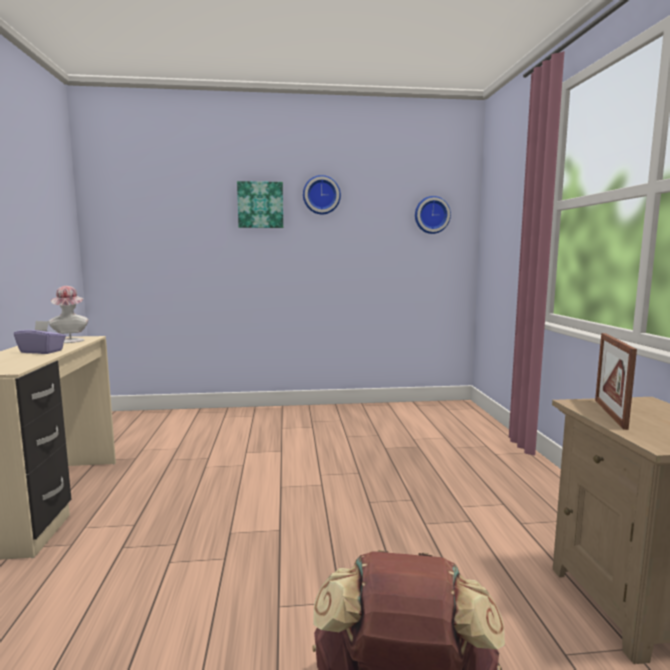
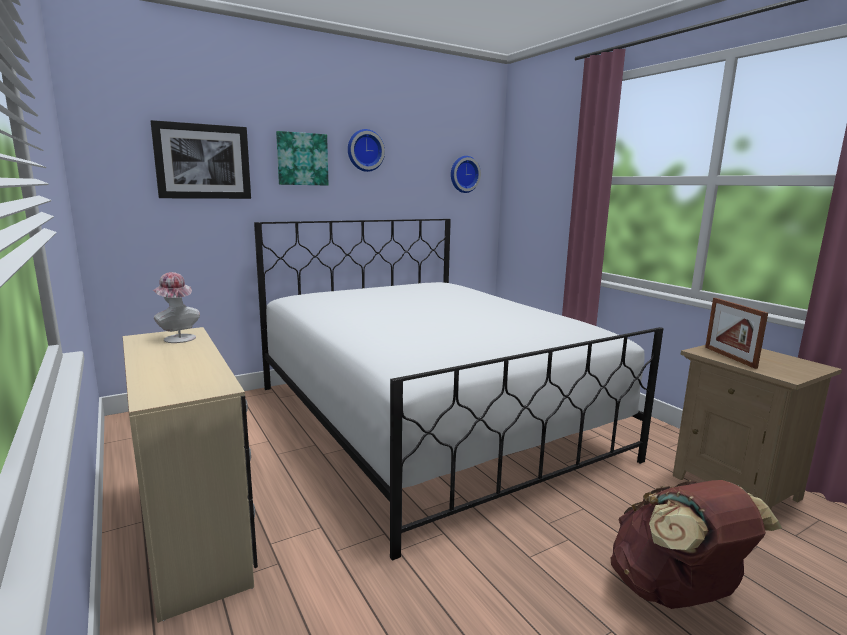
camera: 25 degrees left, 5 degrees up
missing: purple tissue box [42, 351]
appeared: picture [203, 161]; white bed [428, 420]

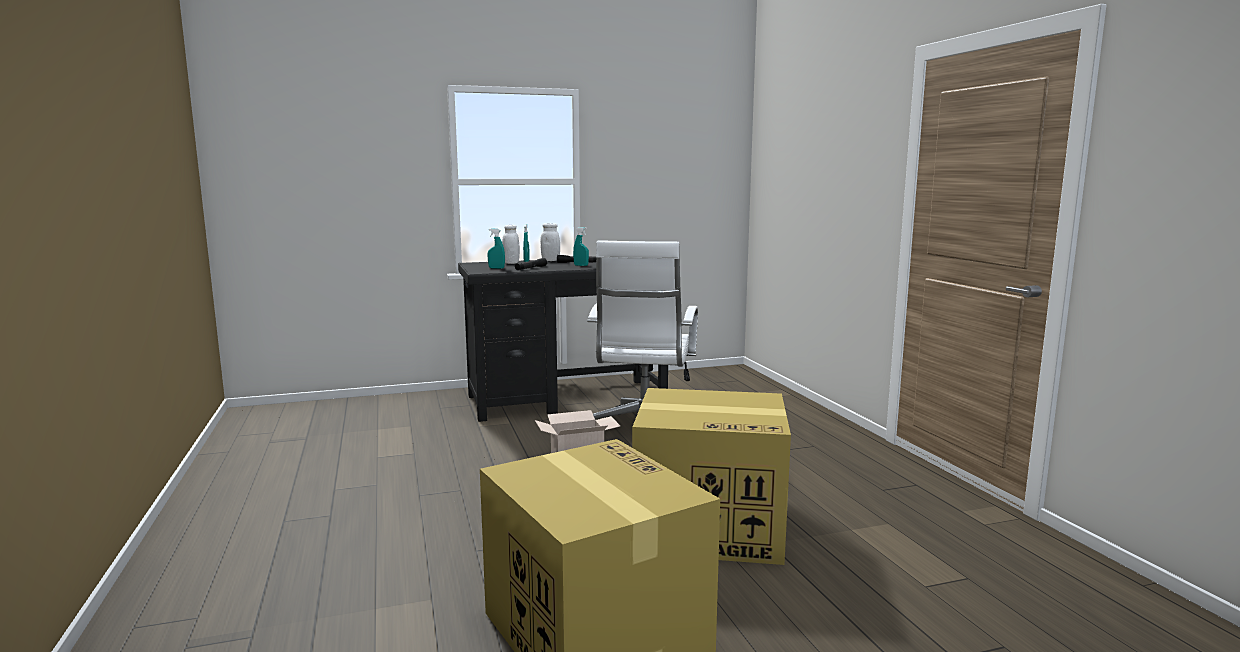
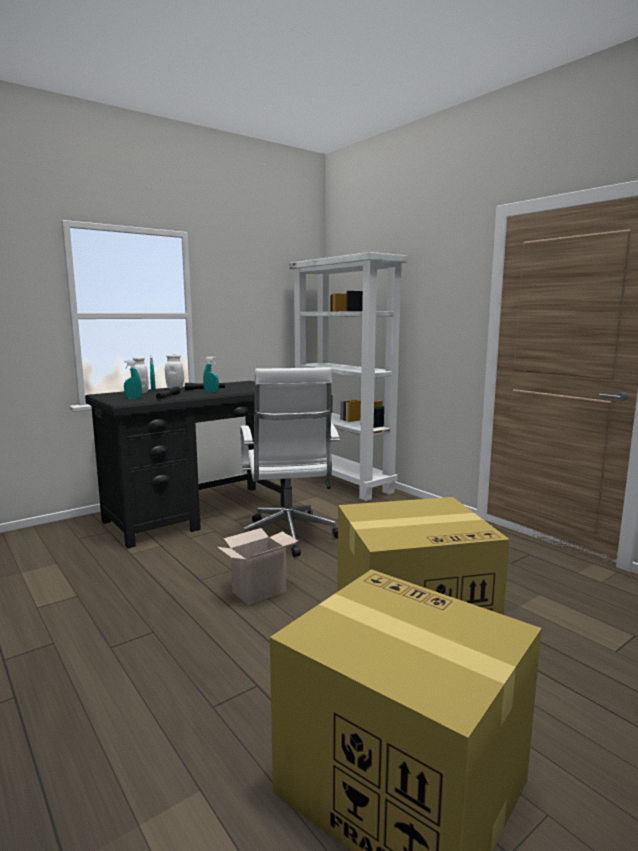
camera: 20 degrees left, 0 degrees up
appeared: white bookcase [343, 482]

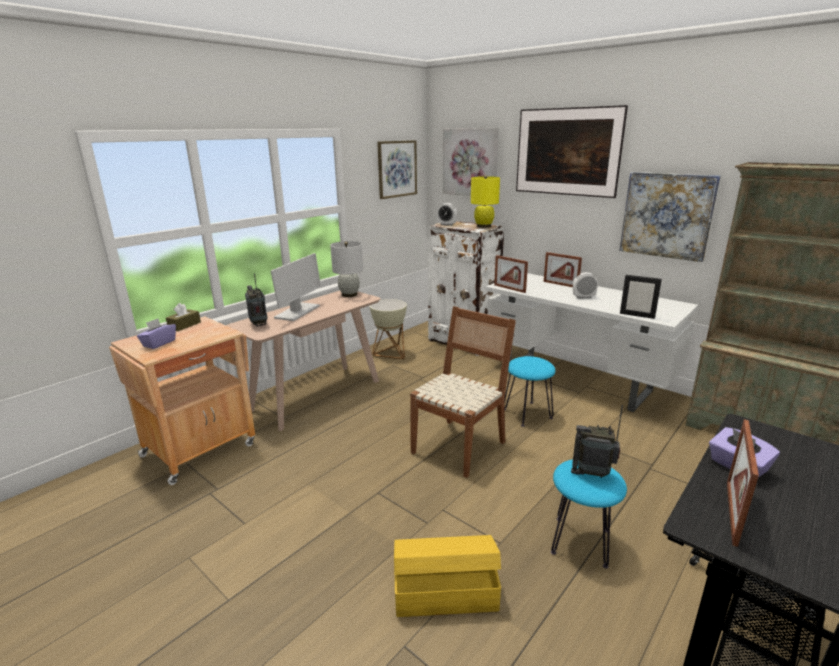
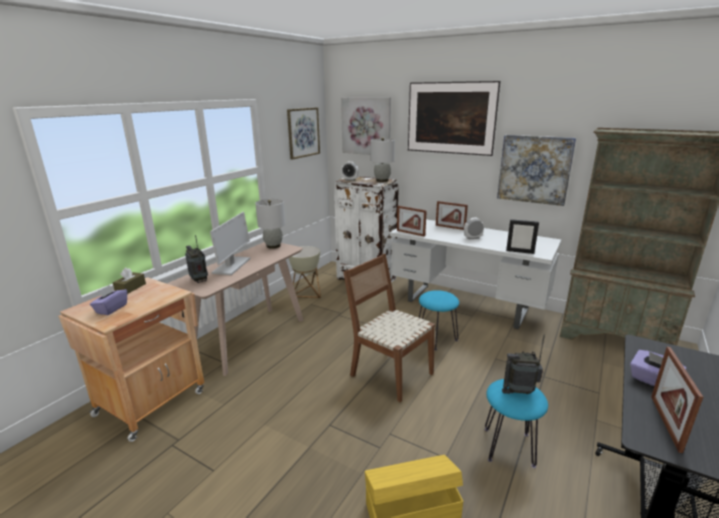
camera: 10 degrees left, 0 degrees up
colour: yellow table lamp [483, 226] to white table lamp [382, 180]
spun: chair [460, 445] = [389, 372] 75 degrees counterclockwise

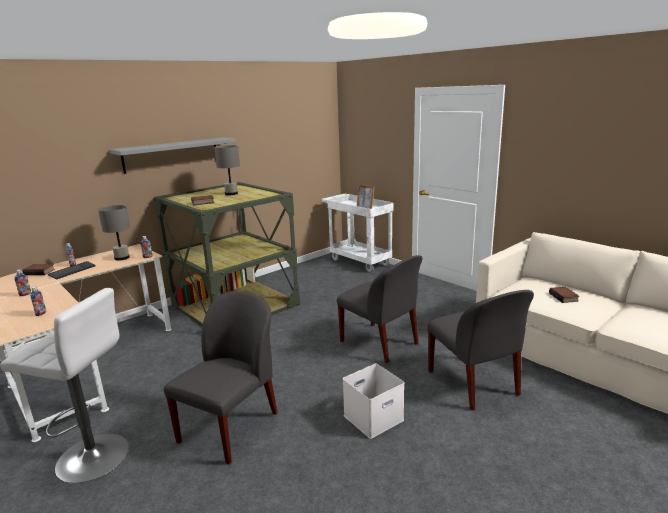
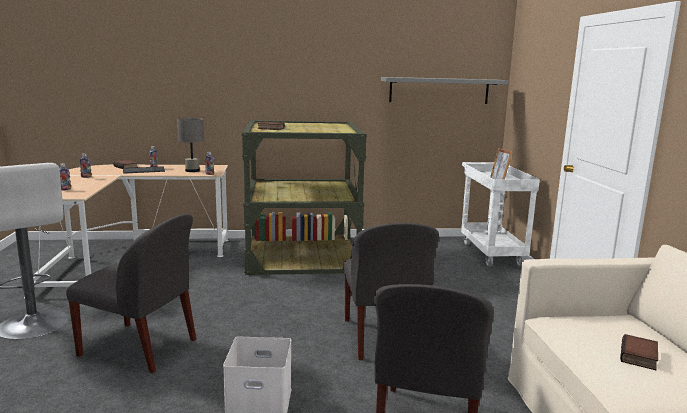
camera: 35 degrees right, 5 degrees down
missing: grey table lamp [231, 194]
relocated: grey shelf [171, 155] to [439, 90]
spun: grey chair [231, 426] = [141, 348] 45 degrees clockwise

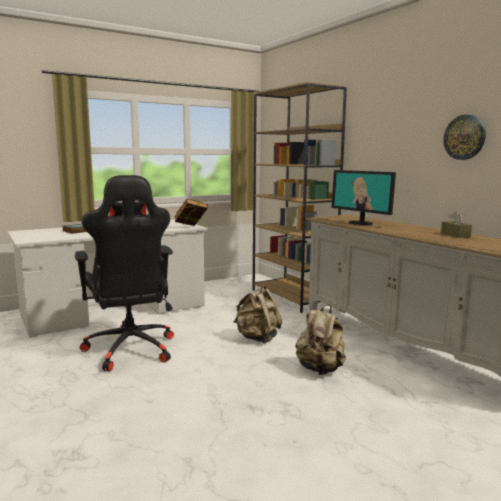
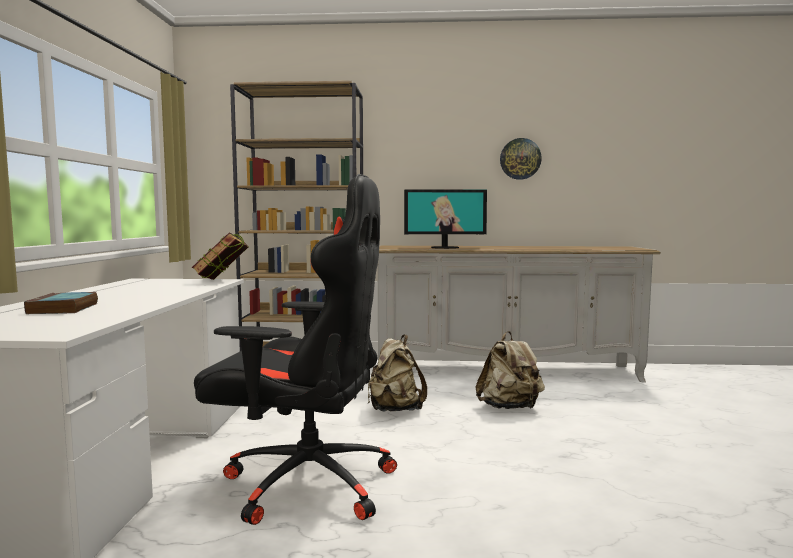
camera: 55 degrees left, 5 degrees down
missing: brown tissue box [455, 235]

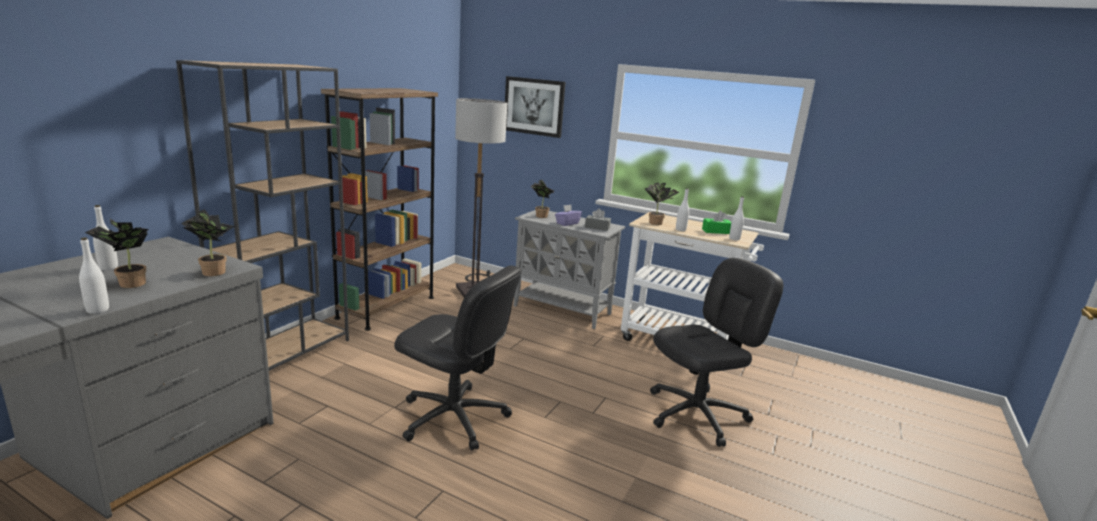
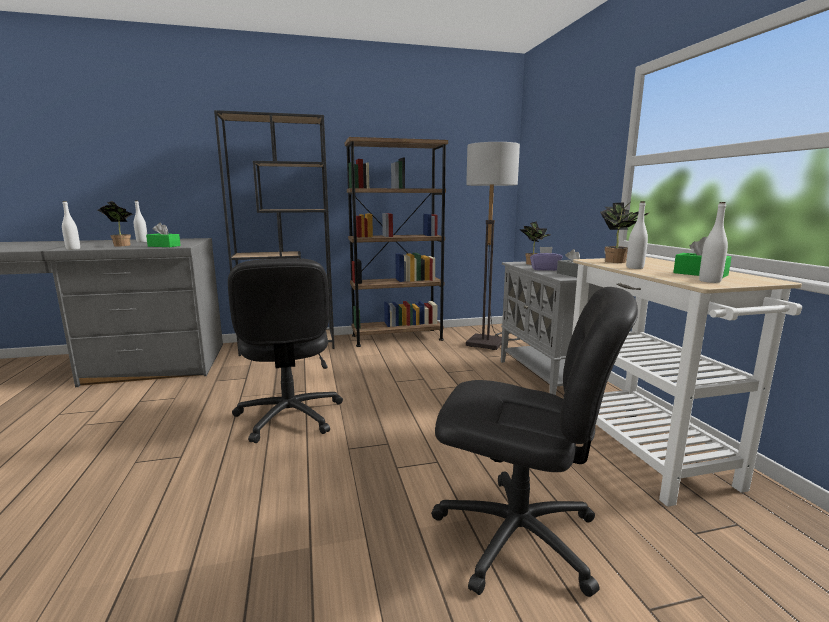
camera: 50 degrees right, 5 degrees down
missing: picture [534, 106]
exchanged: potted plant [212, 271] to green tissue box [164, 246]

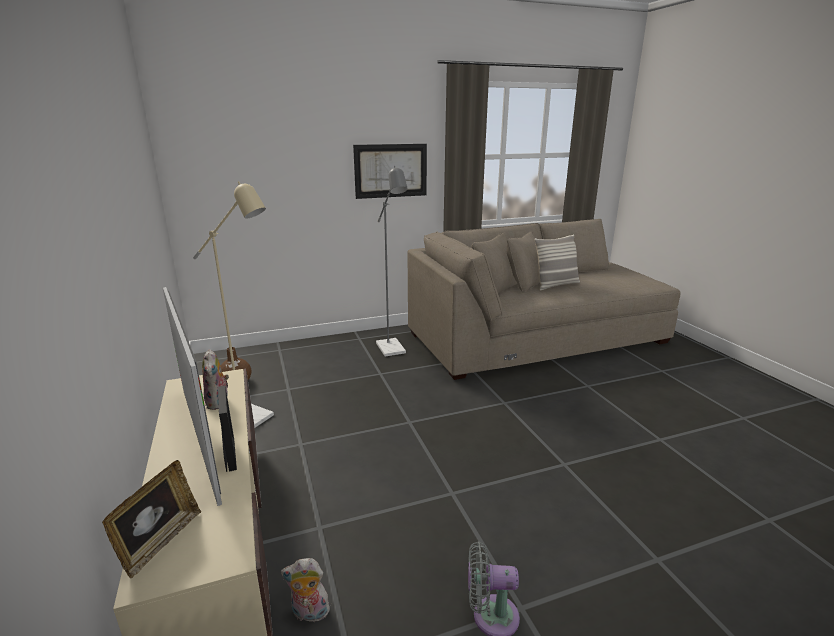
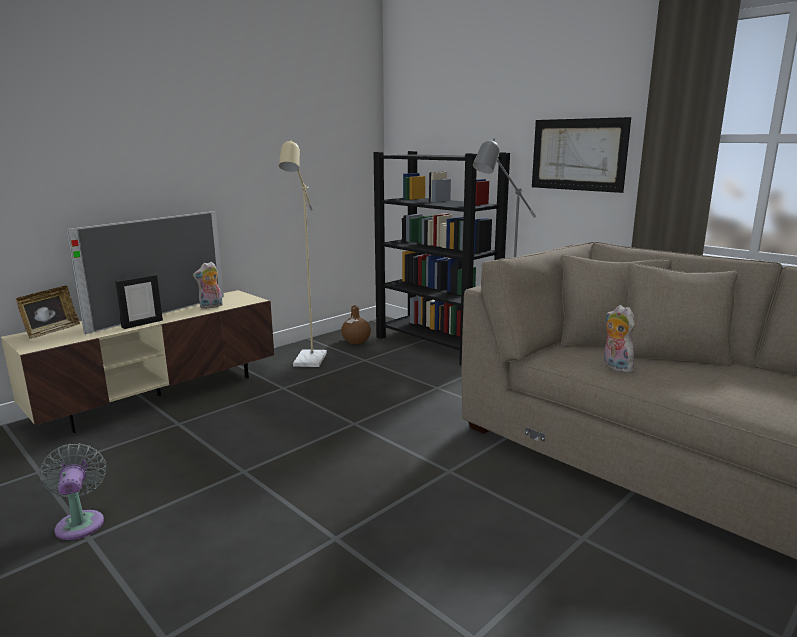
camera: 65 degrees right, 5 degrees down
missing: pillow [555, 285]
appeared: black bookcase [436, 344]
relocated: plush toy [309, 613] to [615, 367]
spun: picture frame [160, 541] = [51, 331] 60 degrees counterclockwise

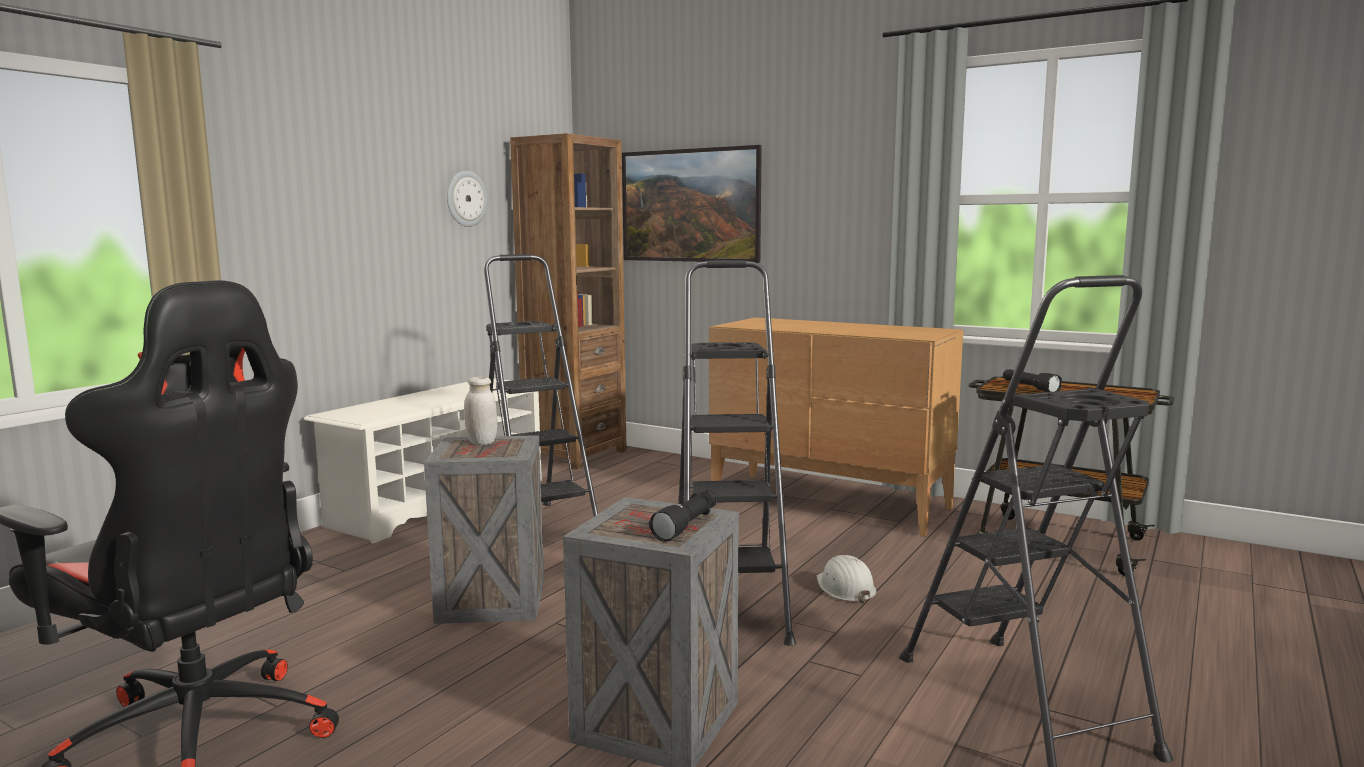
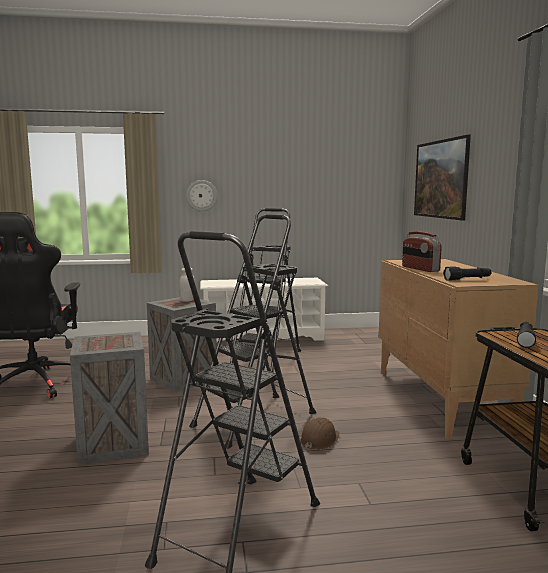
camera: 50 degrees right, 0 degrees up
missing: brown bookcase [575, 455]
appeared: radio [420, 269]
relocated: wall clock [466, 199] to [201, 195]; black flashlight [688, 525] to [467, 279]
colour: white hard hat [845, 588] to brown hard hat [319, 440]

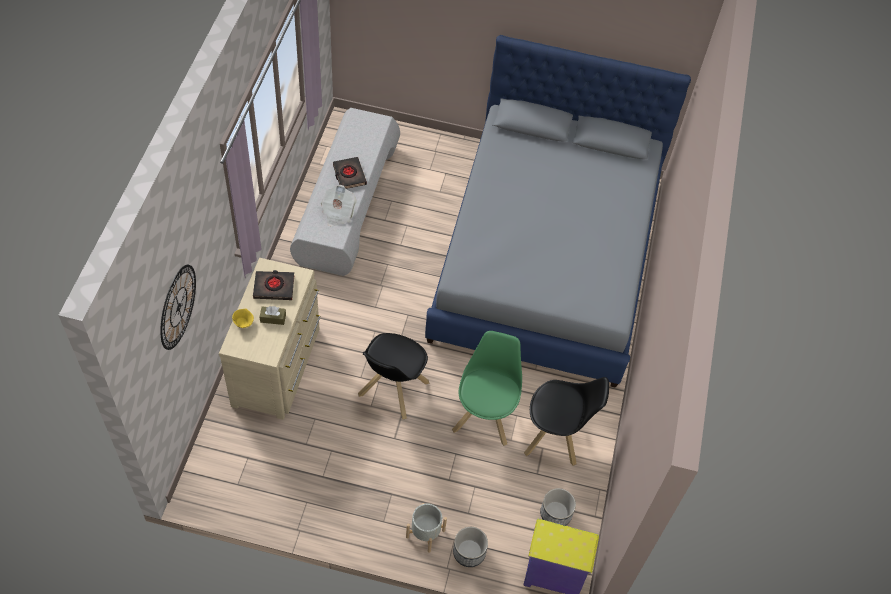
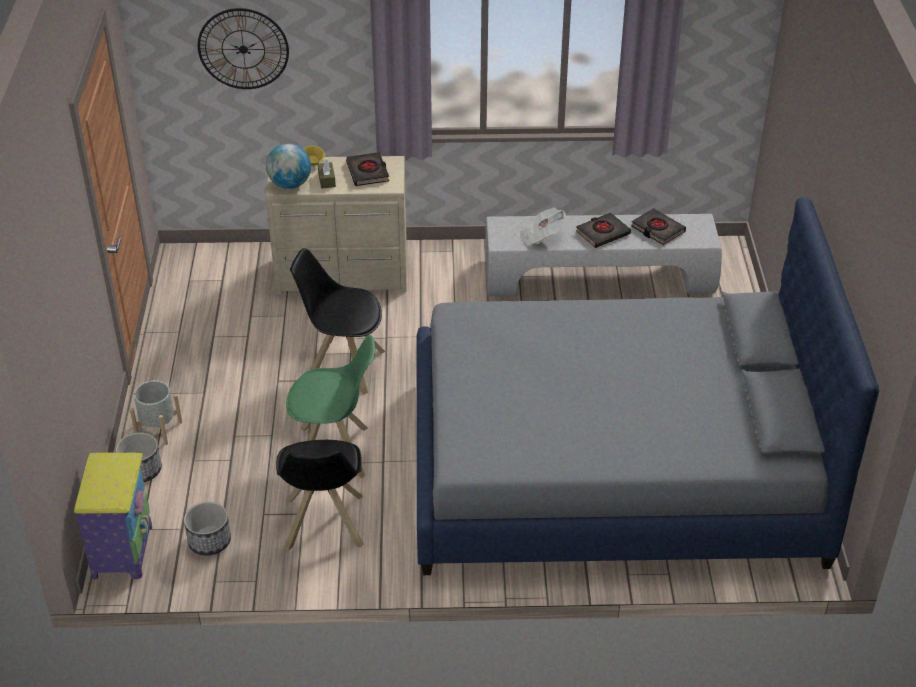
camera: 80 degrees right, 15 degrees down
appeared: globe [290, 185]; black book [657, 230]

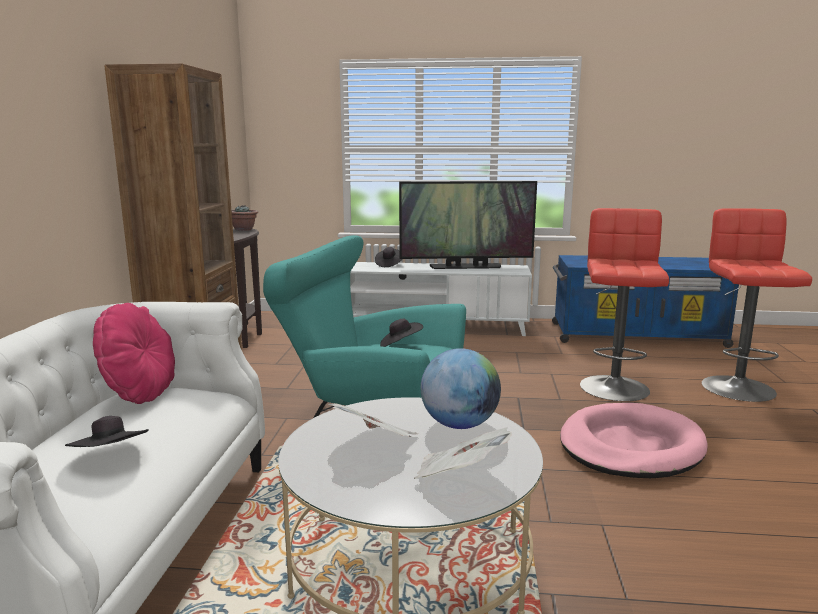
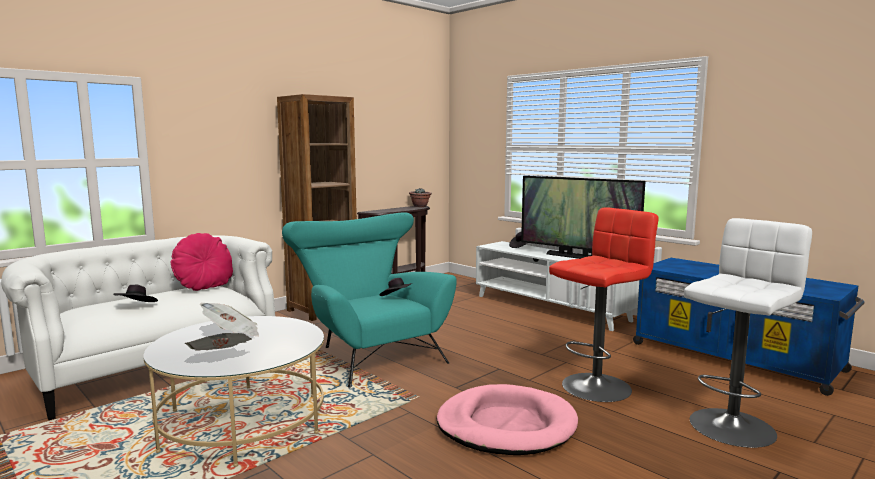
camera: 40 degrees right, 5 degrees down
missing: globe [459, 424]
colour: red stool [738, 388] to white stool [733, 427]

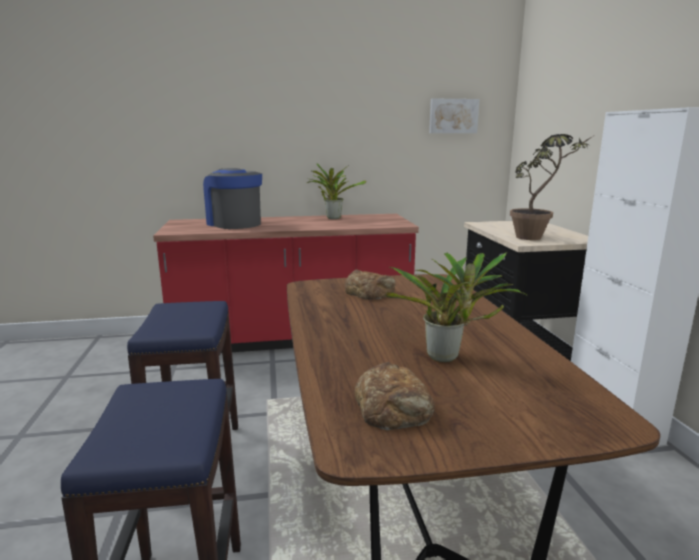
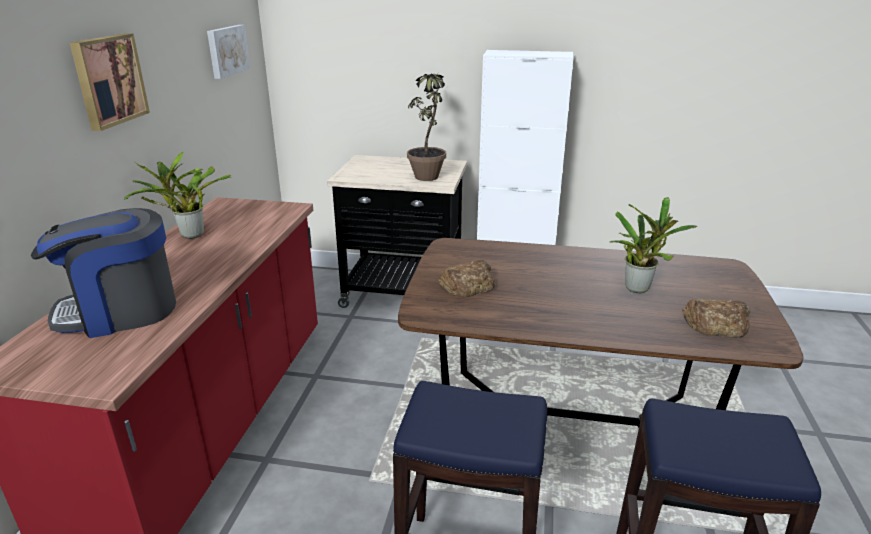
camera: 70 degrees left, 10 degrees up
appeared: picture [108, 80]

